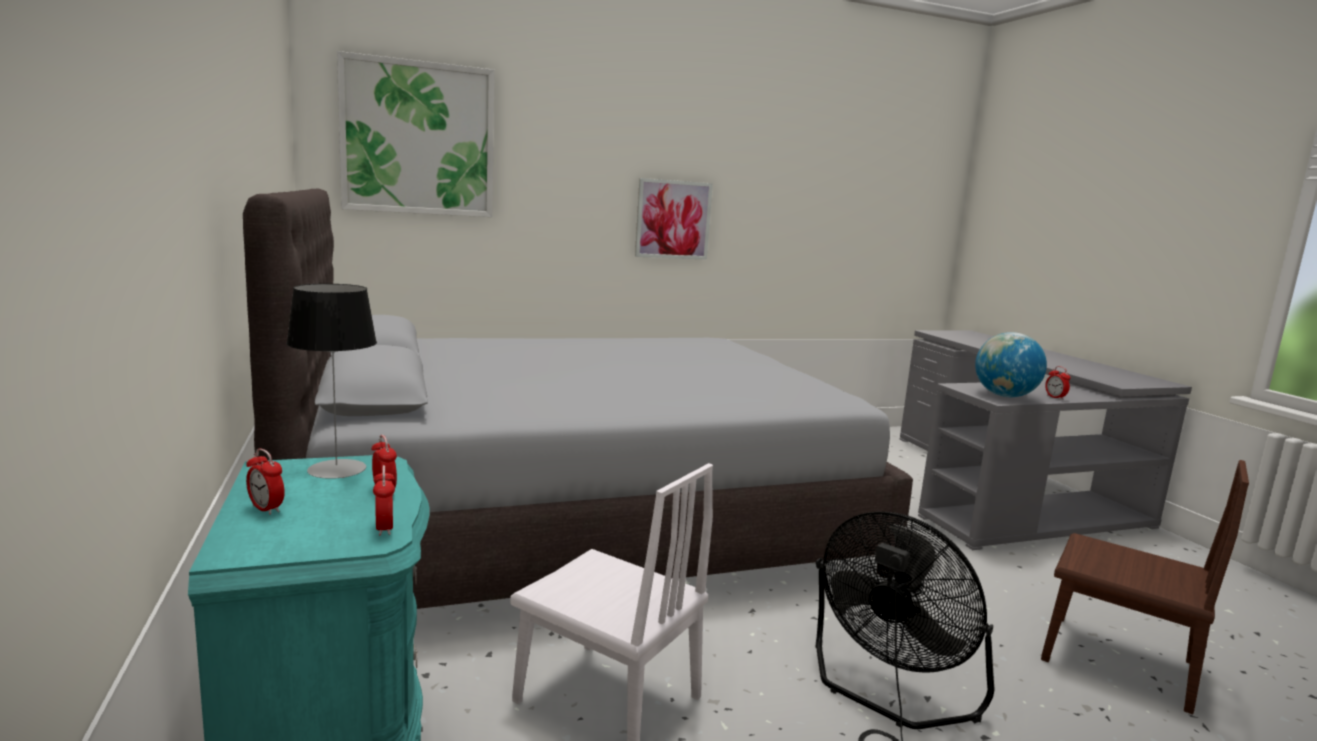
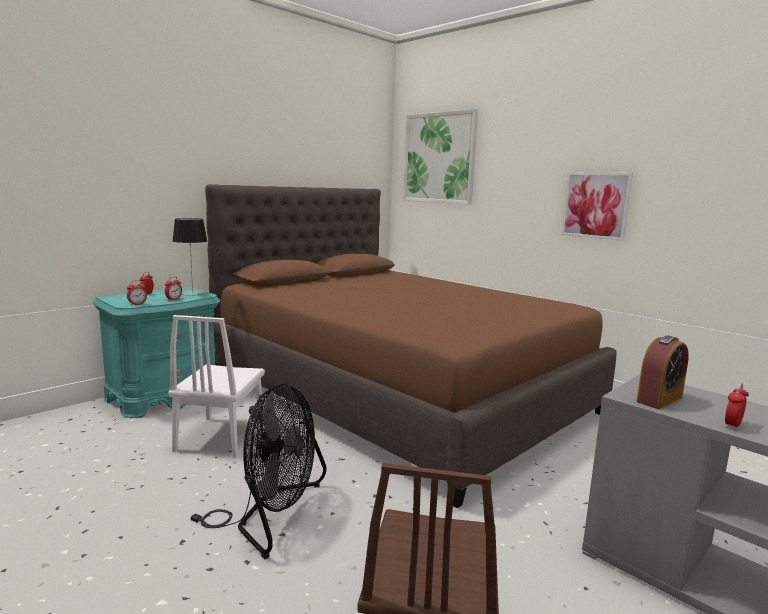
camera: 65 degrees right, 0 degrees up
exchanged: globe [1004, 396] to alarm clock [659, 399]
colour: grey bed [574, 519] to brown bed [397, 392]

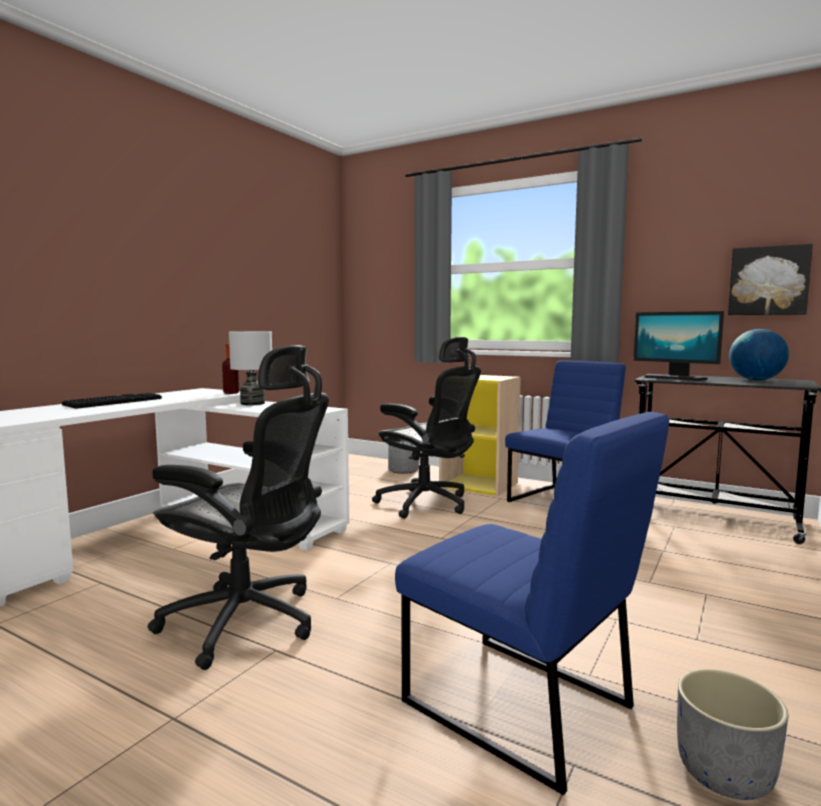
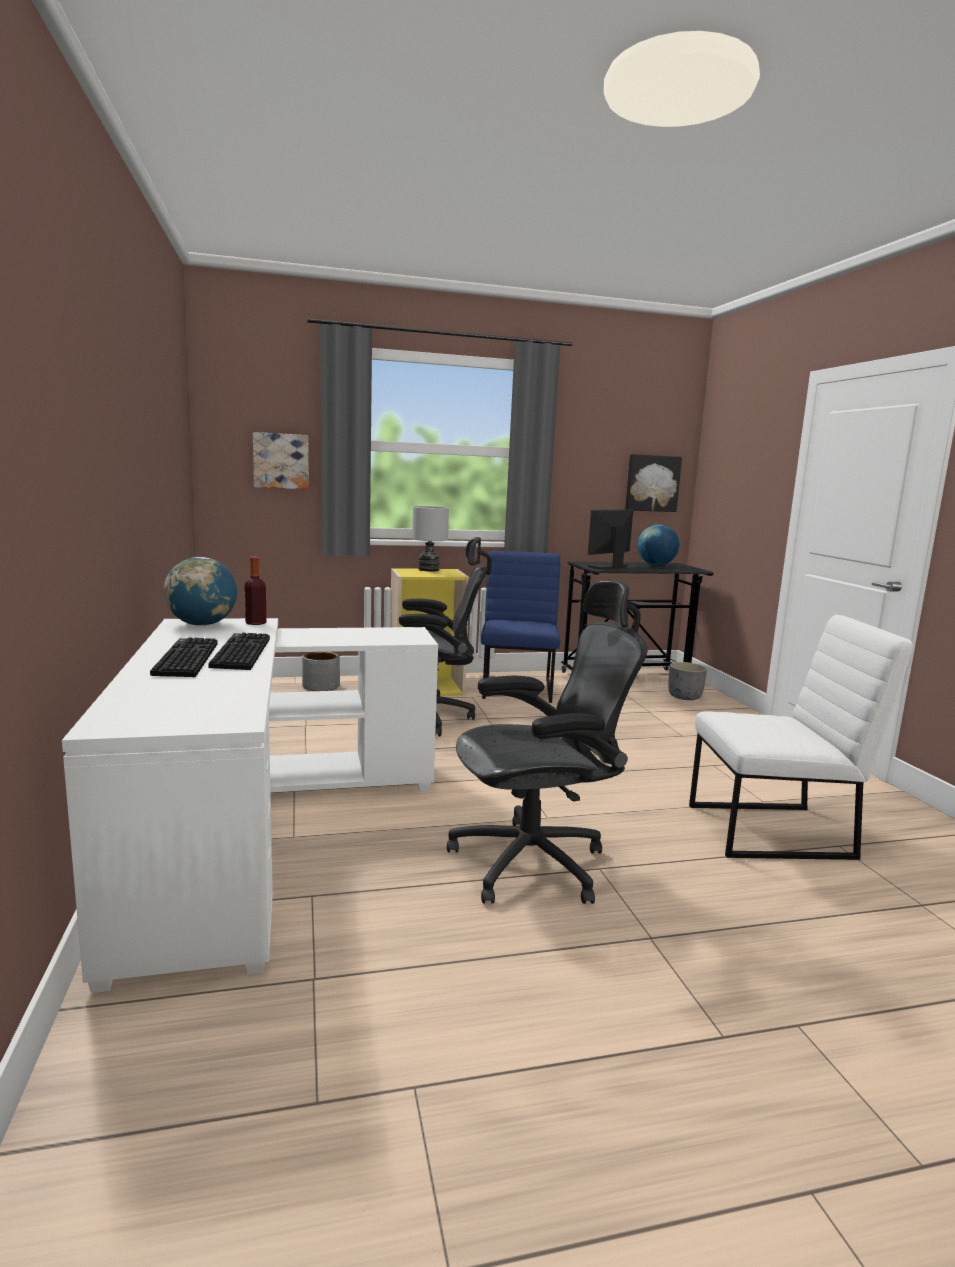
camera: 45 degrees left, 5 degrees up
appeared: picture [281, 461]; globe [202, 625]; keyboard [239, 652]
relocated: grey table lamp [252, 403] to [428, 570]; grey planter [723, 772] to [684, 696]
colour: blue chair [522, 707] to white chair [774, 831]
spun: monitor [674, 378] = [609, 567] 135 degrees clockwise

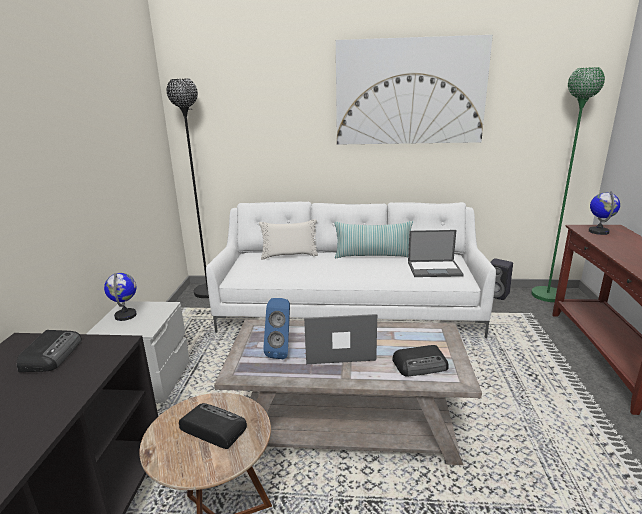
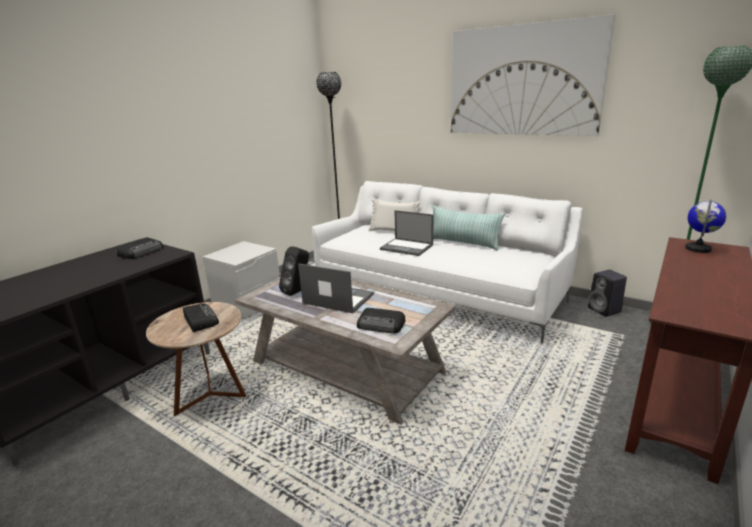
camera: 30 degrees right, 0 degrees up
missing: globe [126, 315]
relocated: laptop [435, 269] to [407, 247]
colour: blue speaker [281, 351] to black speaker [298, 291]

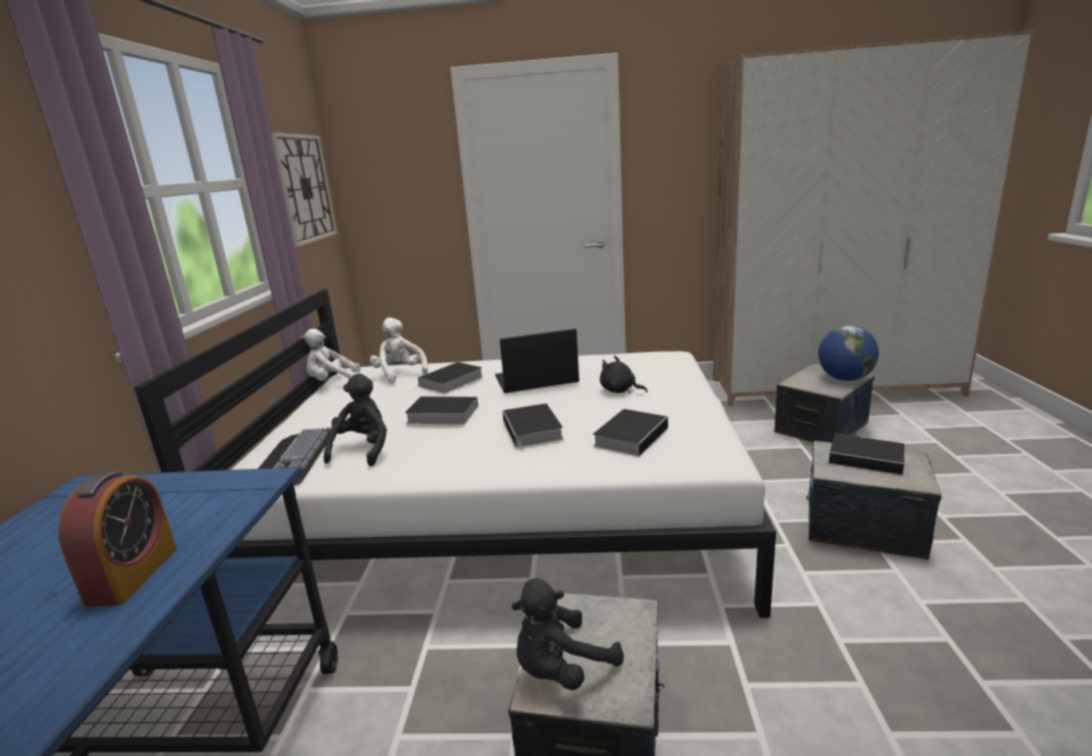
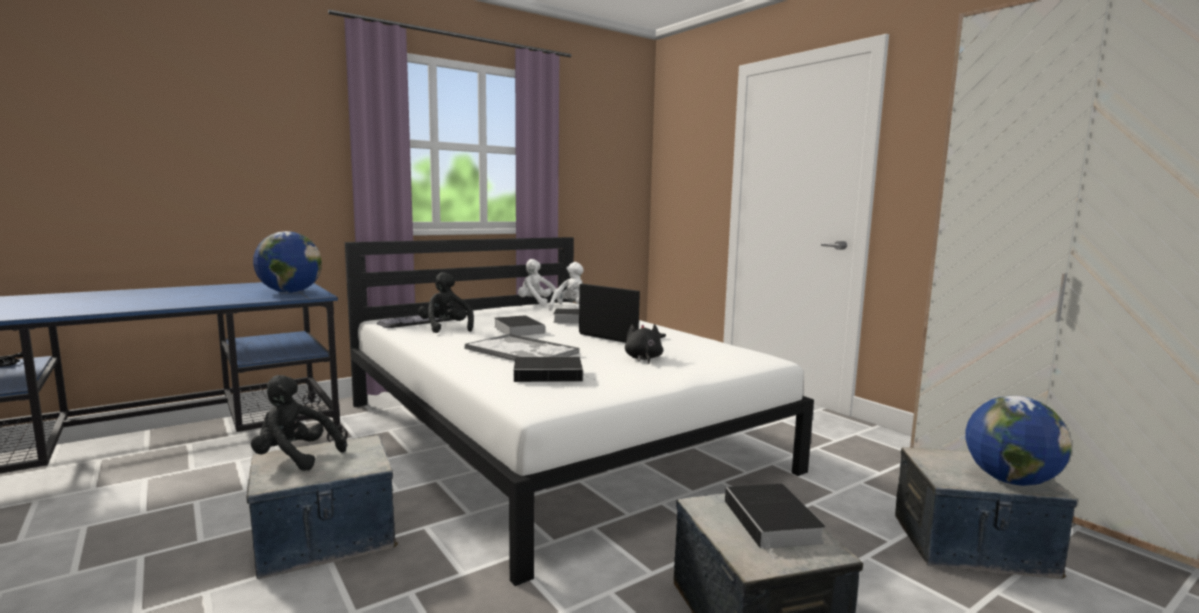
camera: 50 degrees right, 10 degrees down
missing: wall clock [304, 188]; alarm clock [133, 575]
appeared: globe [290, 292]
exchanged: book [533, 430] to tray [522, 351]
spun: black plush toy [363, 450] = [446, 328] 90 degrees counterclockwise

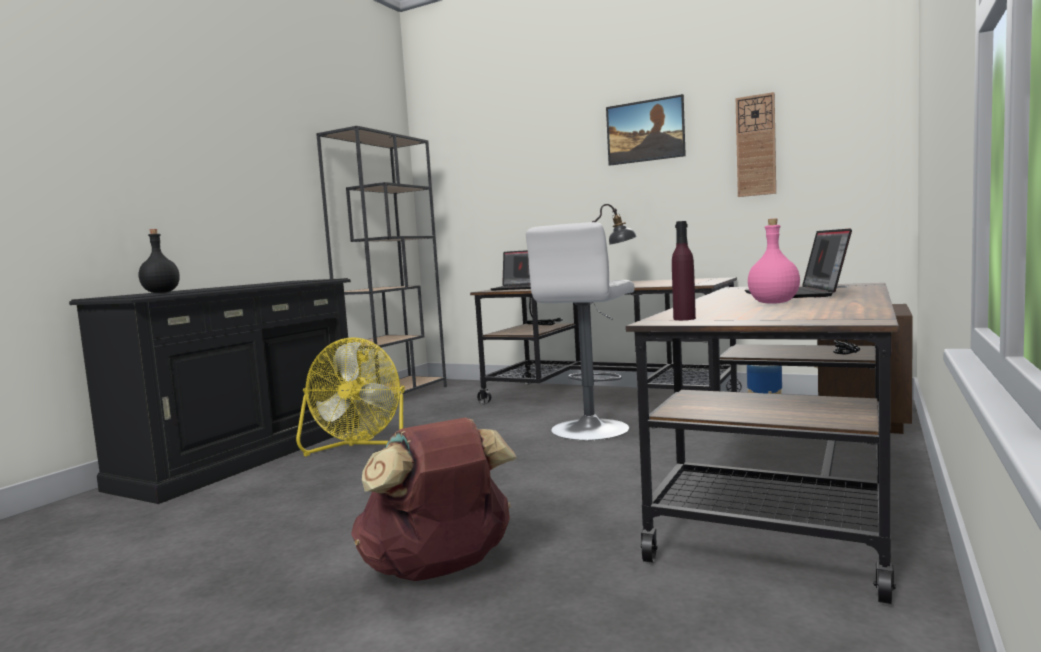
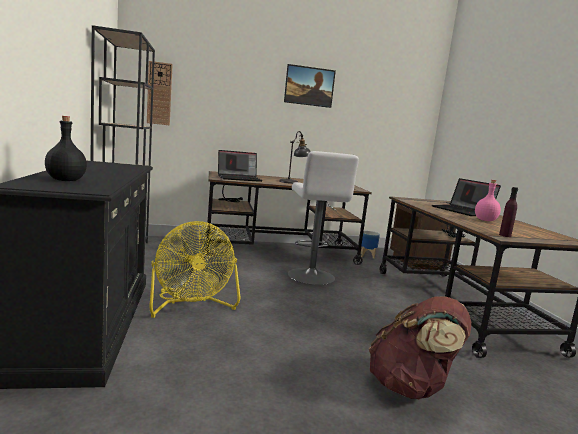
camera: 40 degrees left, 5 degrees up
relocated: wall clock [756, 145] to [159, 93]

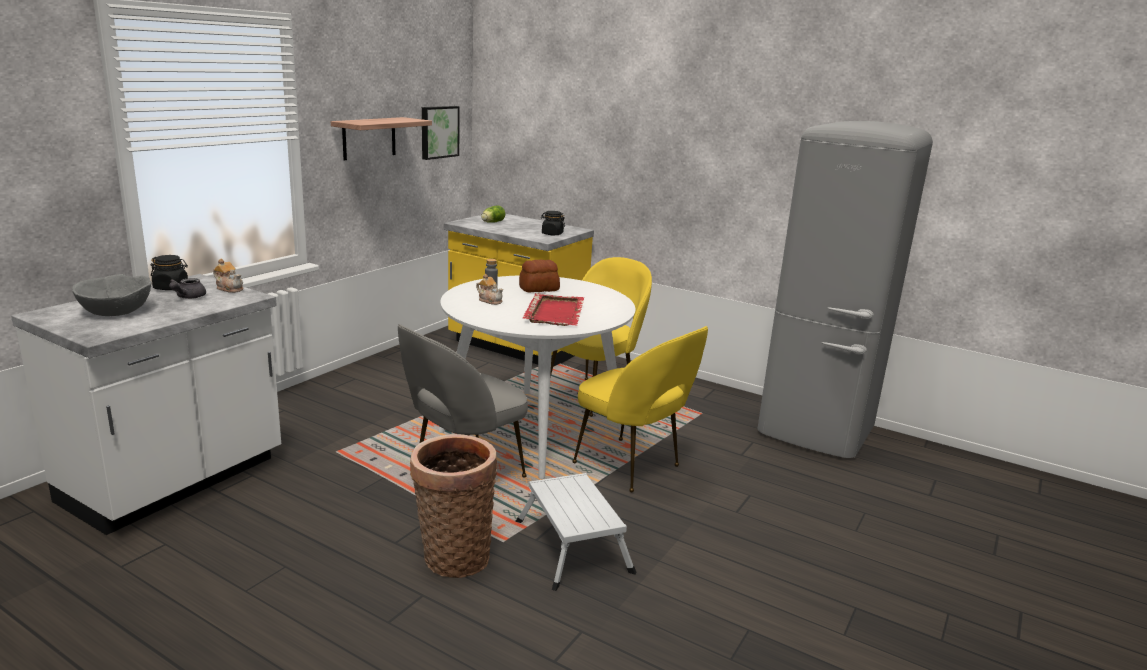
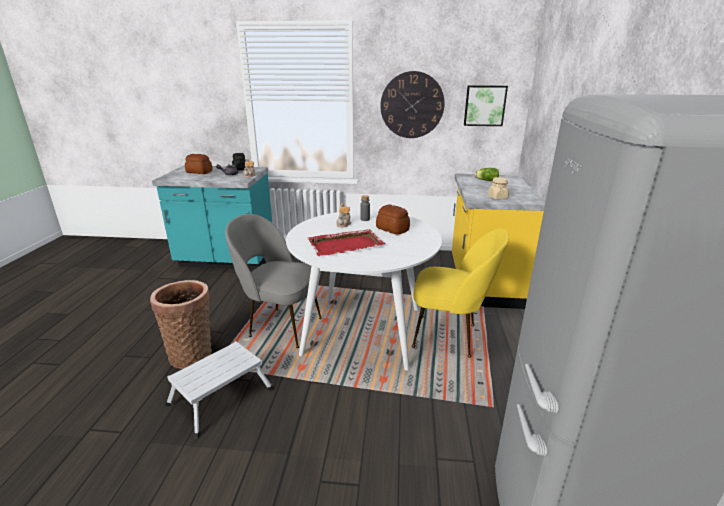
camera: 65 degrees right, 5 degrees up
missing: yellow chair [632, 468]
exchanged: shelf [369, 138] to wall clock [412, 105]; grey bowl [116, 311] to bread [199, 172]
colour: black jar [552, 234] to beige jar [497, 197]; white counter [175, 482] to turquoise counter [226, 261]

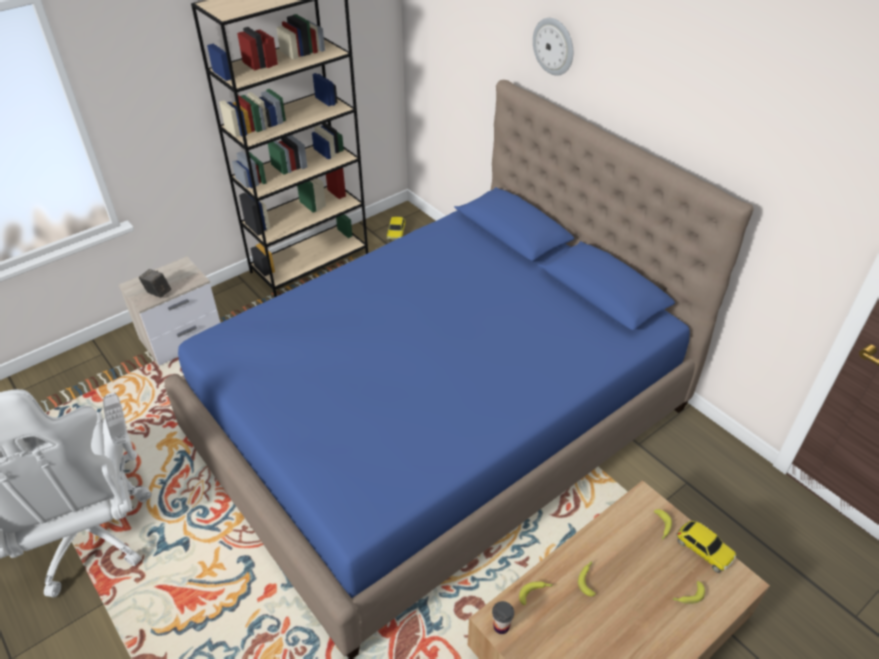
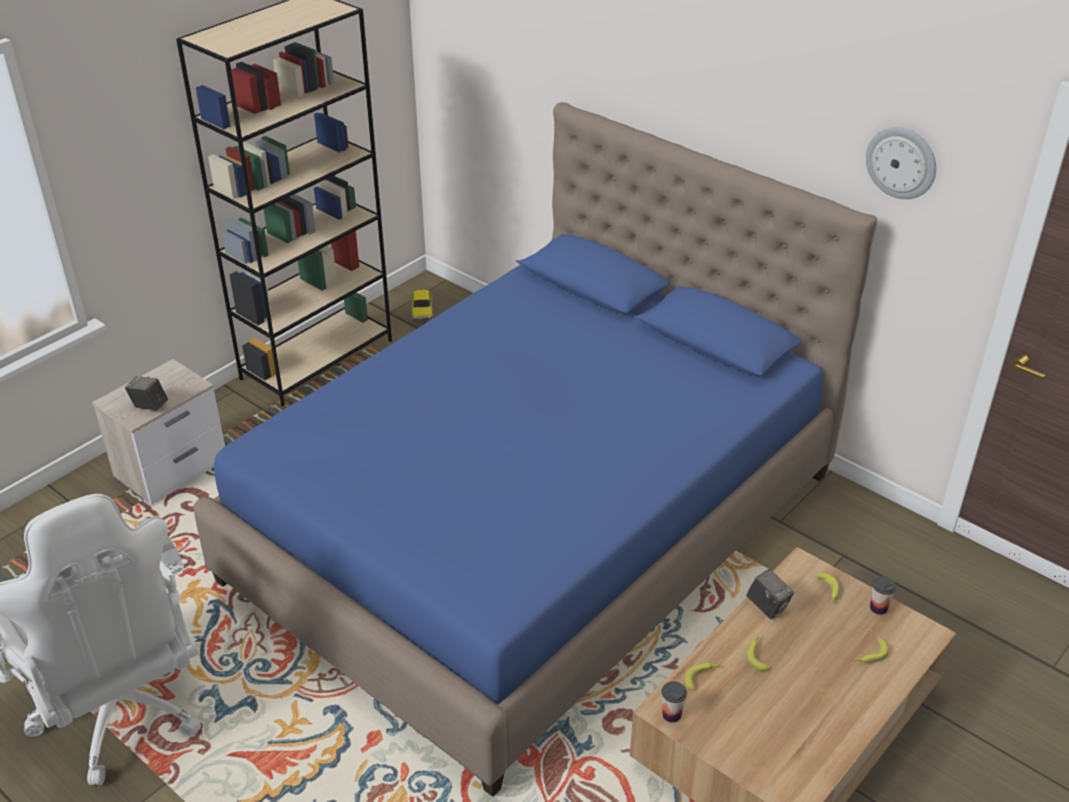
camera: 10 degrees left, 5 degrees down
appeared: photo camera [767, 606]
relocated: wall clock [554, 46] to [901, 162]
exchanged: toy car [703, 550] to cup [878, 608]

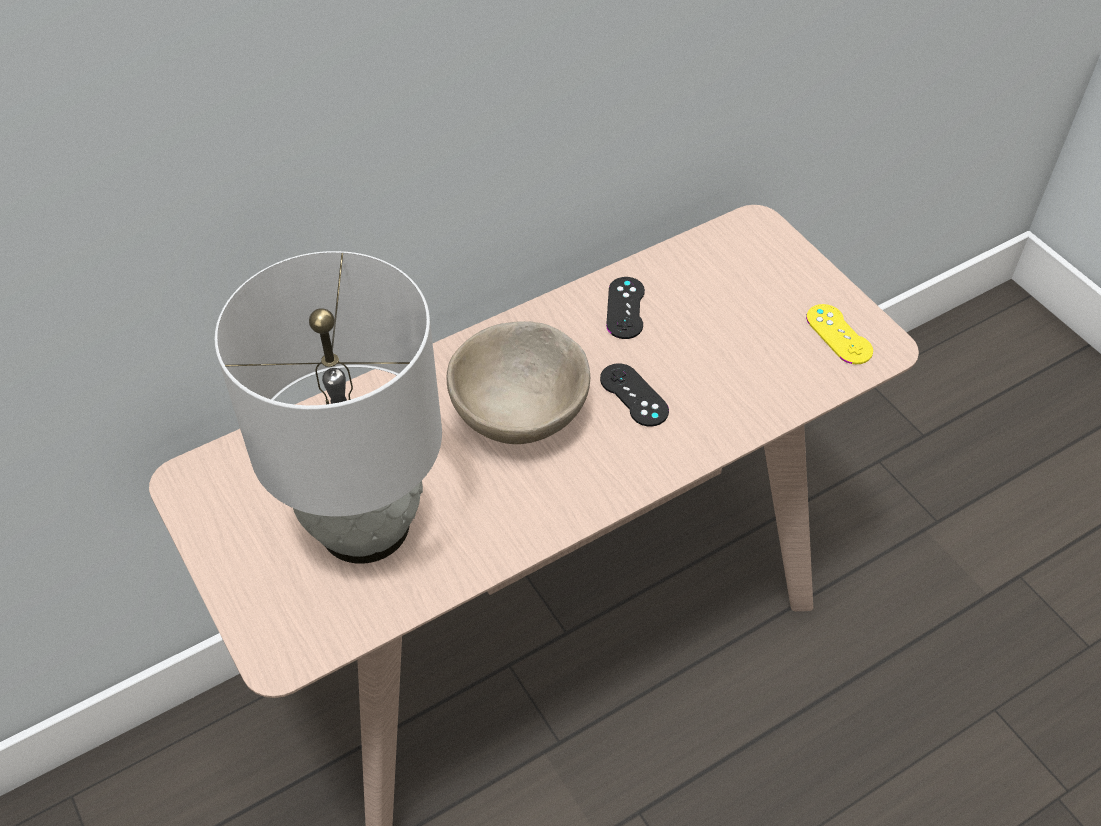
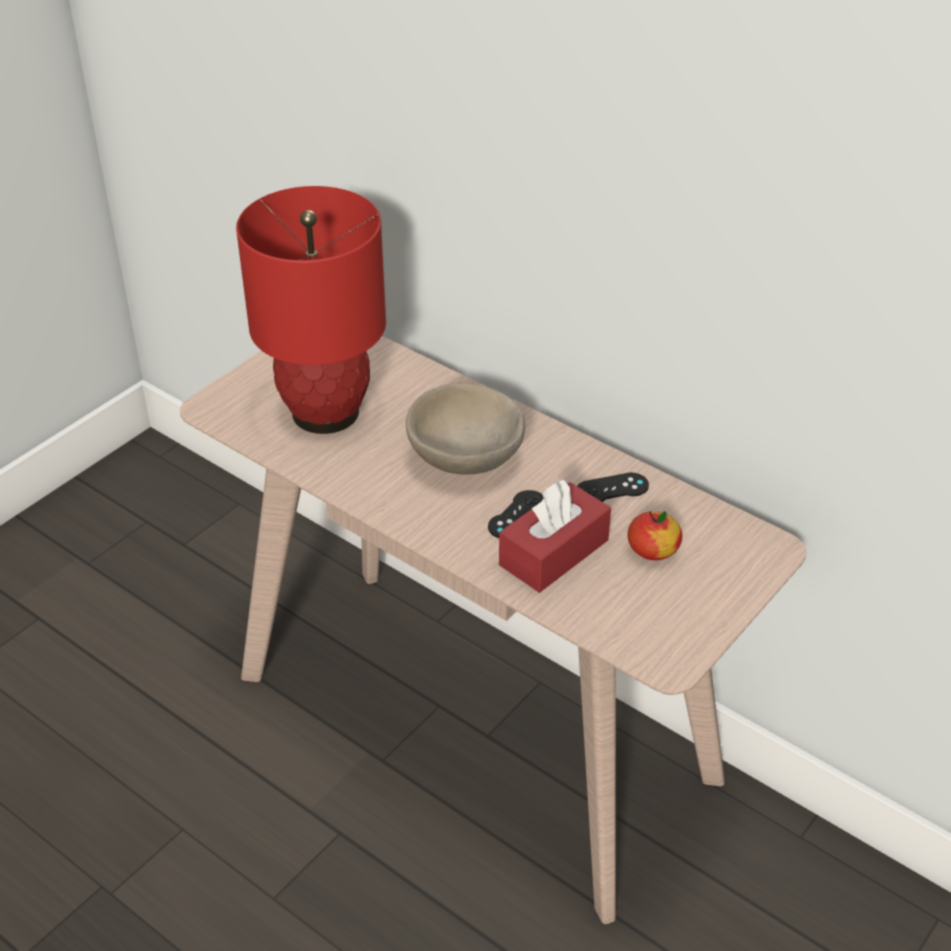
camera: 70 degrees right, 10 degrees down
missing: yellow game controller [839, 334]
appeared: red tissue box [554, 552]; apple [653, 550]
colour: white table lamp [364, 524] to red table lamp [326, 412]

